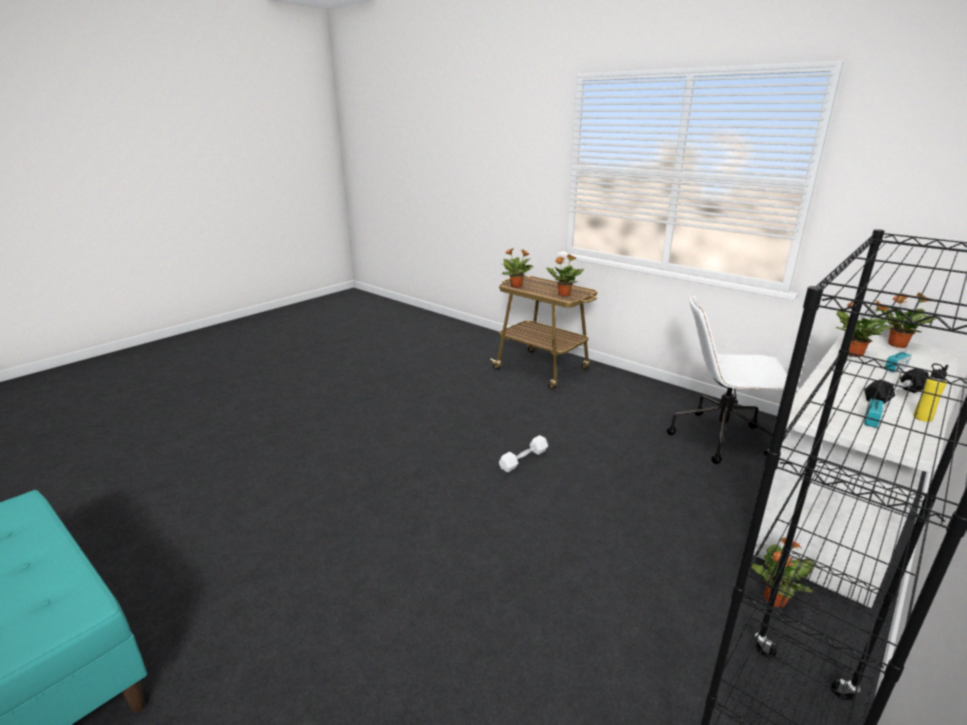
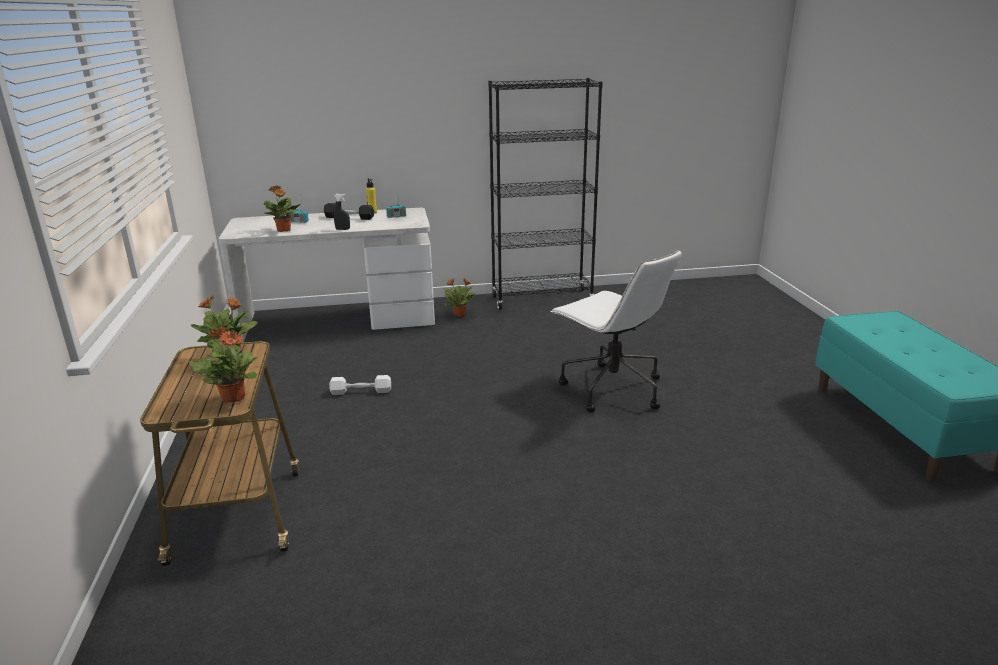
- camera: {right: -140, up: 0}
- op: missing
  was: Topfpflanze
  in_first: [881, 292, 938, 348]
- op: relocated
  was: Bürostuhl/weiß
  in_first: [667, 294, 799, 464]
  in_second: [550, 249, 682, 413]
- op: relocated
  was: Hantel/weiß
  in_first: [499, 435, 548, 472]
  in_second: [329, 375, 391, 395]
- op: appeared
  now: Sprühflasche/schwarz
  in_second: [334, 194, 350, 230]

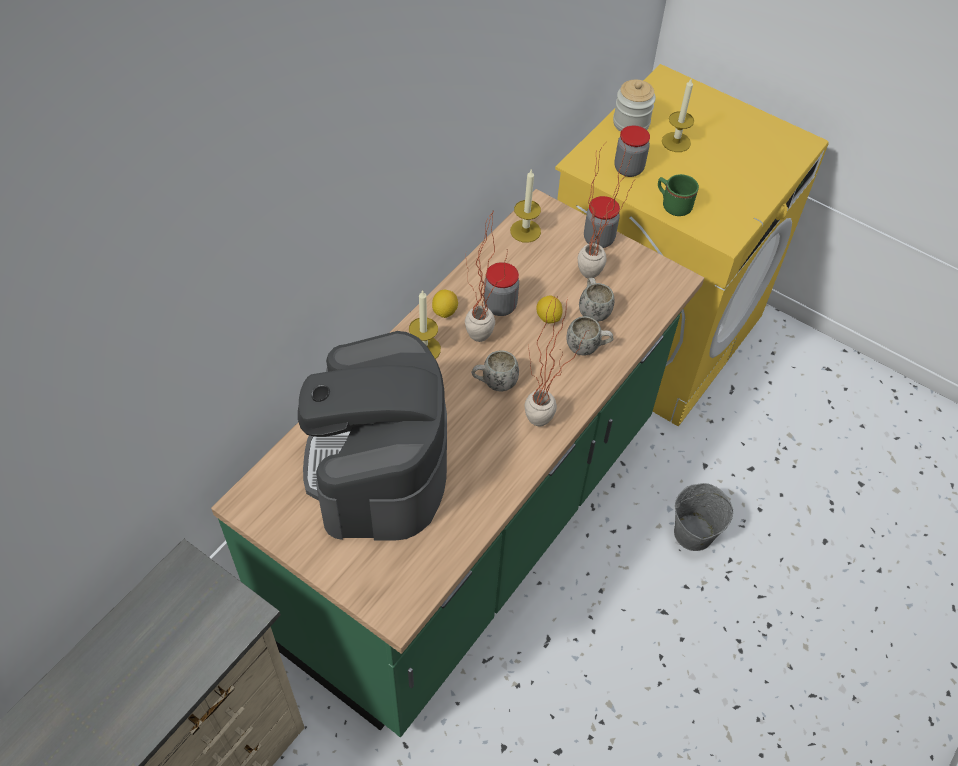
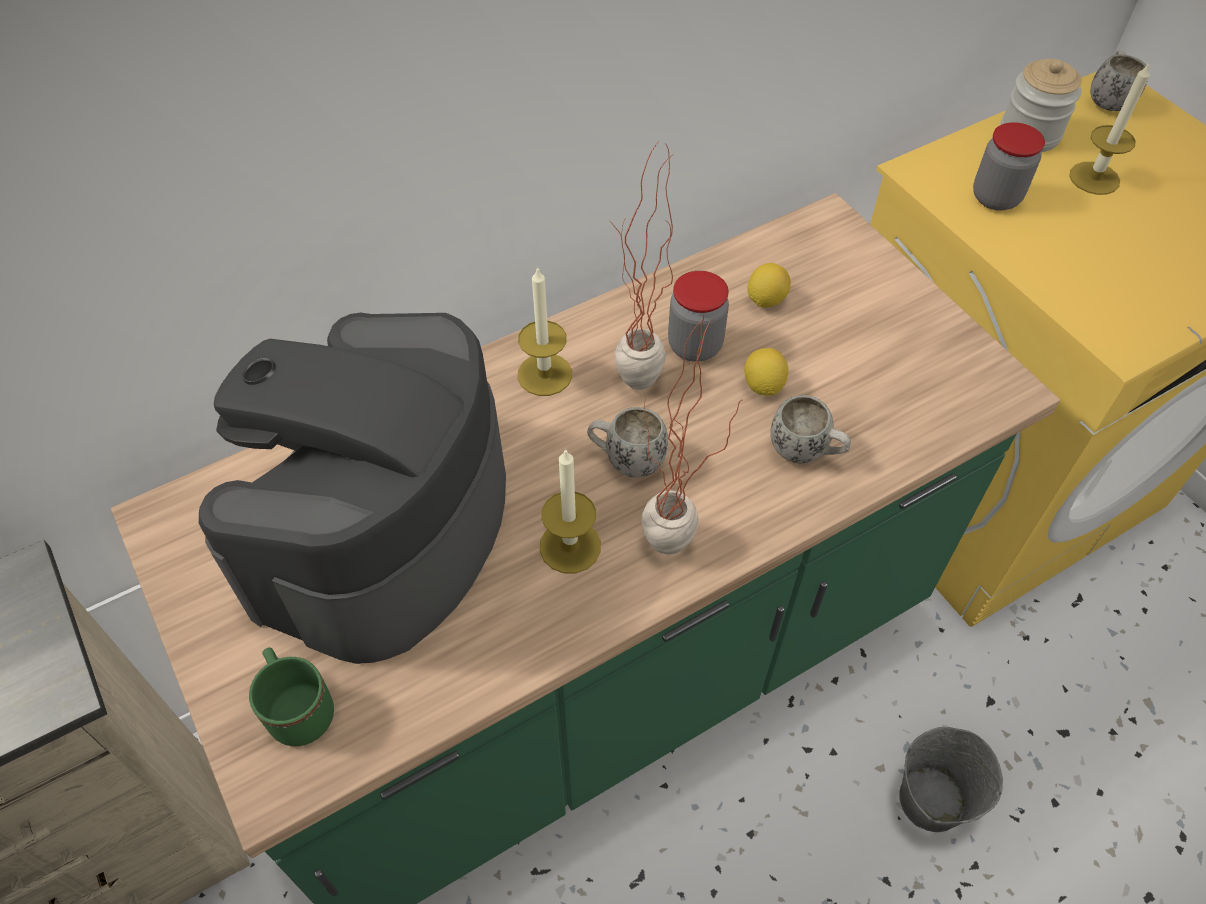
- camera: {right: 25, up: 0}
- op: missing
  was: Topfpflanze
  in_first: [578, 136, 638, 278]
- op: relocated
  was: Kerze
  in_first: [510, 170, 541, 243]
  in_second: [540, 448, 601, 573]
- op: relocated
  was: Henkelbecher/grün
  in_first: [658, 174, 699, 216]
  in_second: [249, 648, 334, 746]
- op: missing
  was: Vorratsglas
  in_first: [584, 196, 620, 248]
- op: relocated
  was: Henkelbecher/weiß
  in_first: [579, 278, 615, 322]
  in_second: [1090, 51, 1147, 111]
- op: relocated
  was: Zitrone
  in_first: [432, 290, 458, 318]
  in_second: [747, 263, 791, 308]

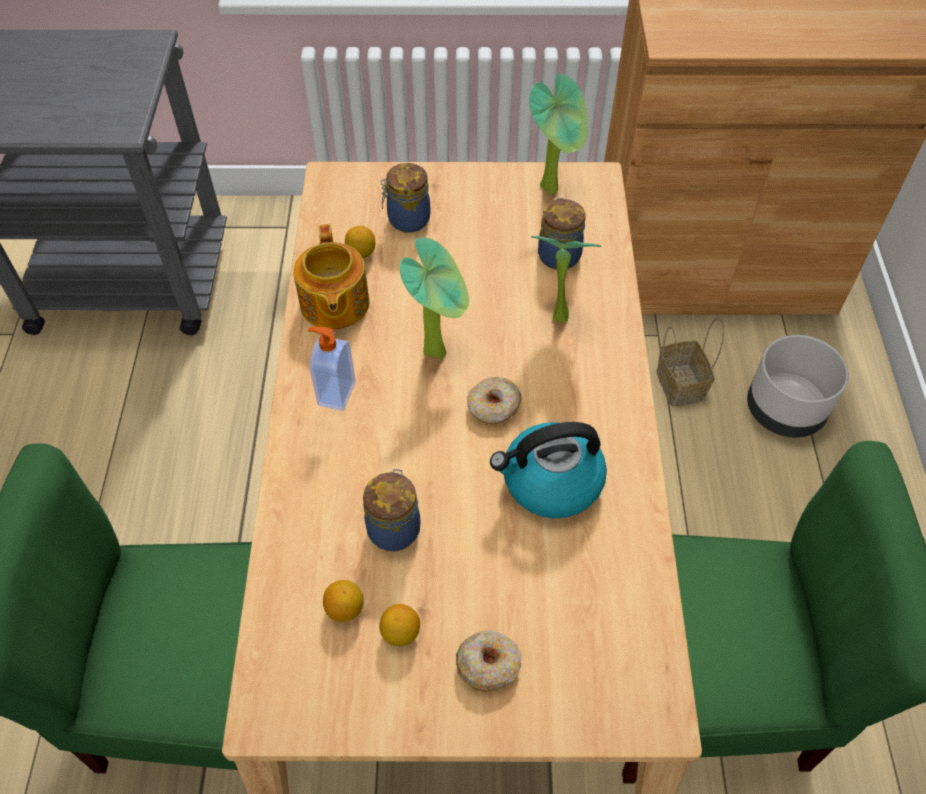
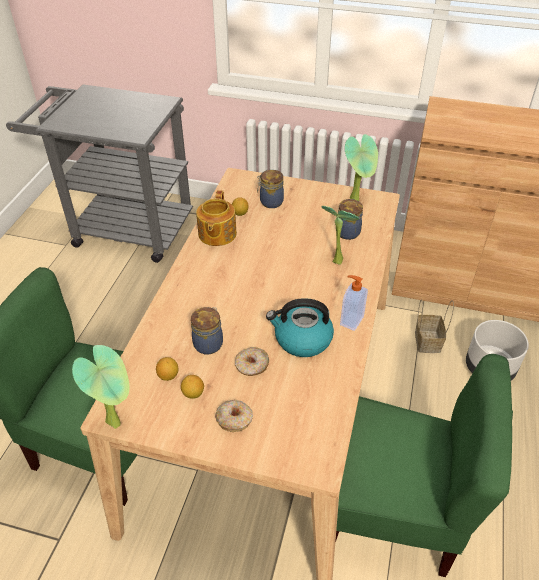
- camera: {right: 15, up: -10}
- op: relocated
  was: Topfpflanze
  in_first: [399, 237, 469, 359]
  in_second: [72, 345, 129, 429]
- op: relocated
  was: Seifenspender
  in_first: [308, 326, 356, 411]
  in_second: [340, 275, 368, 331]
- op: relocated
  was: Donut
  in_first: [467, 377, 521, 424]
  in_second: [235, 347, 269, 376]

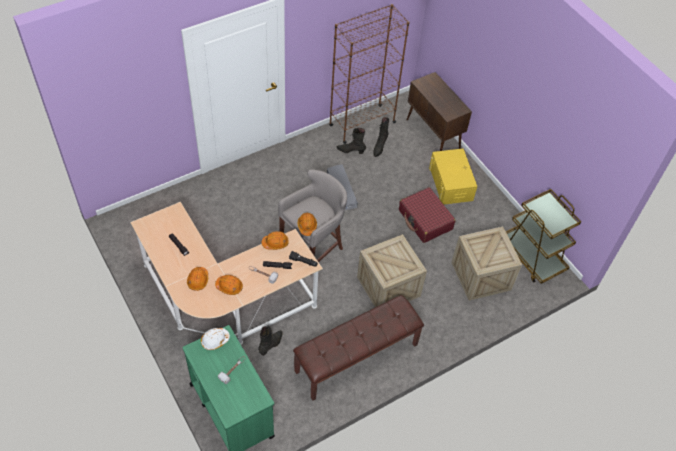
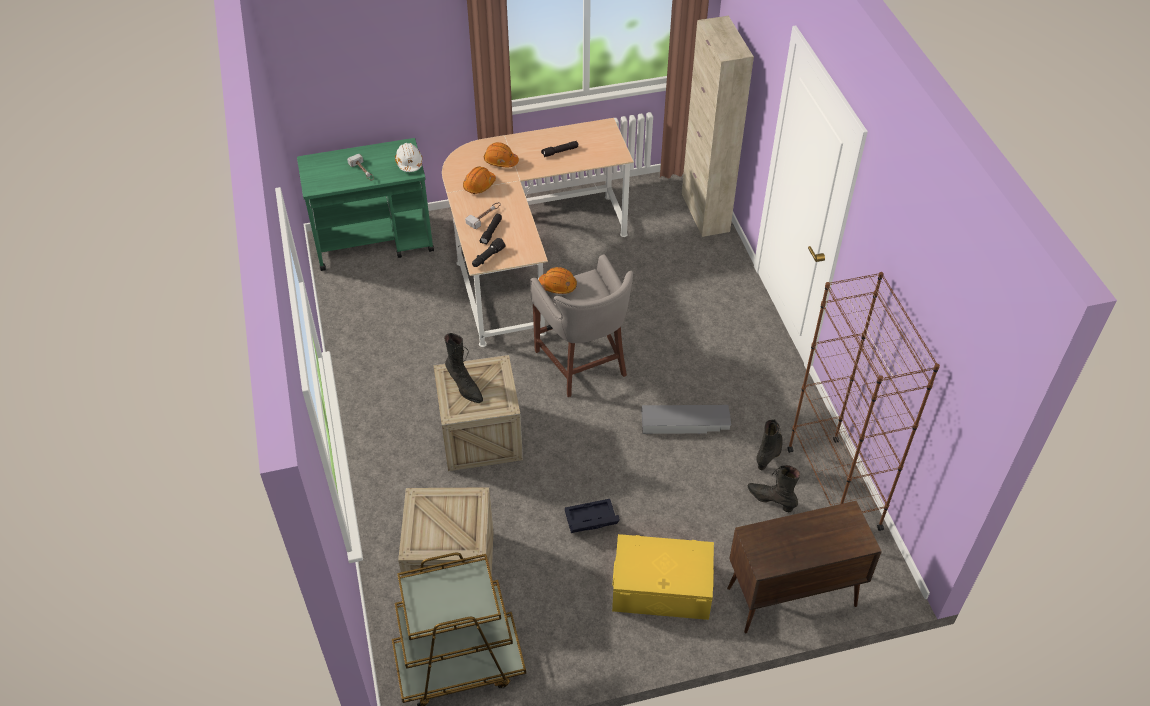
- camera: {right: 110, up: -5}
- op: exchanged
  was: Koffer/rot
  now: Aufbewahrungsbox/schwarz
  in_first: [399, 187, 456, 243]
  in_second: [565, 499, 620, 533]
- op: missing
  was: Schutzhelm/orange
  in_first: [262, 231, 289, 250]
- op: missing
  was: Bank/braun
  in_first: [293, 295, 424, 401]
- op: relocated
  was: Stiefel/schwarz
  in_first: [258, 325, 283, 356]
  in_second: [444, 333, 483, 403]
- op: appeared
  now: Schrank/beige
  in_second: [682, 16, 754, 237]

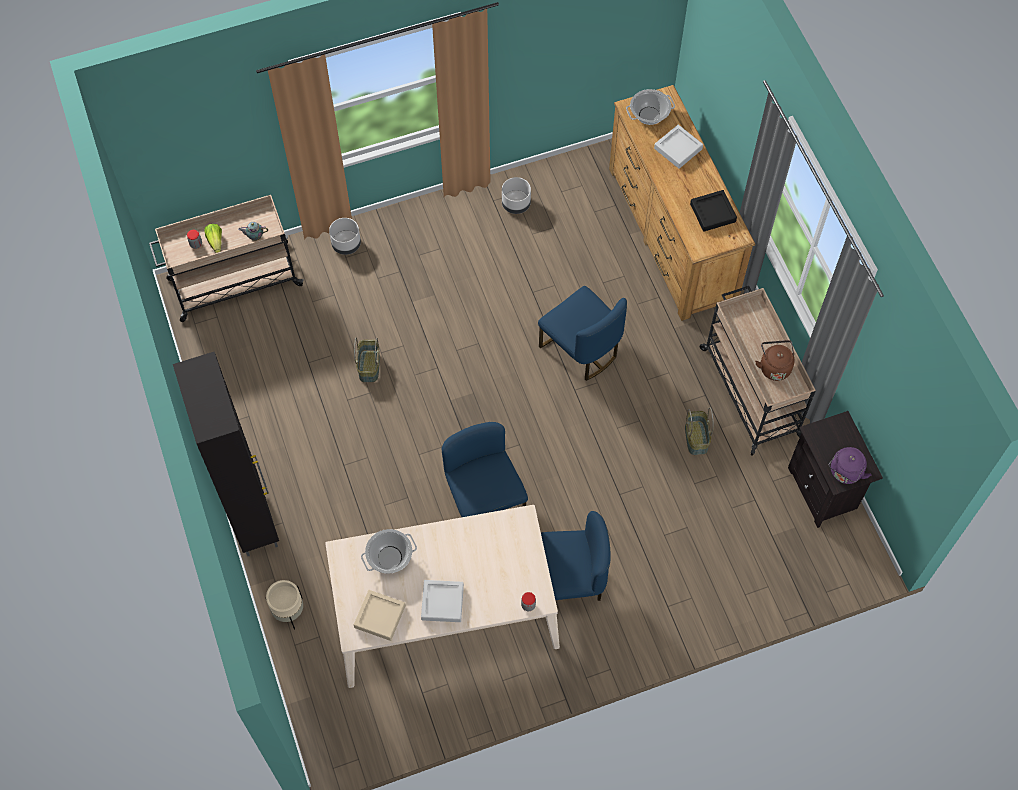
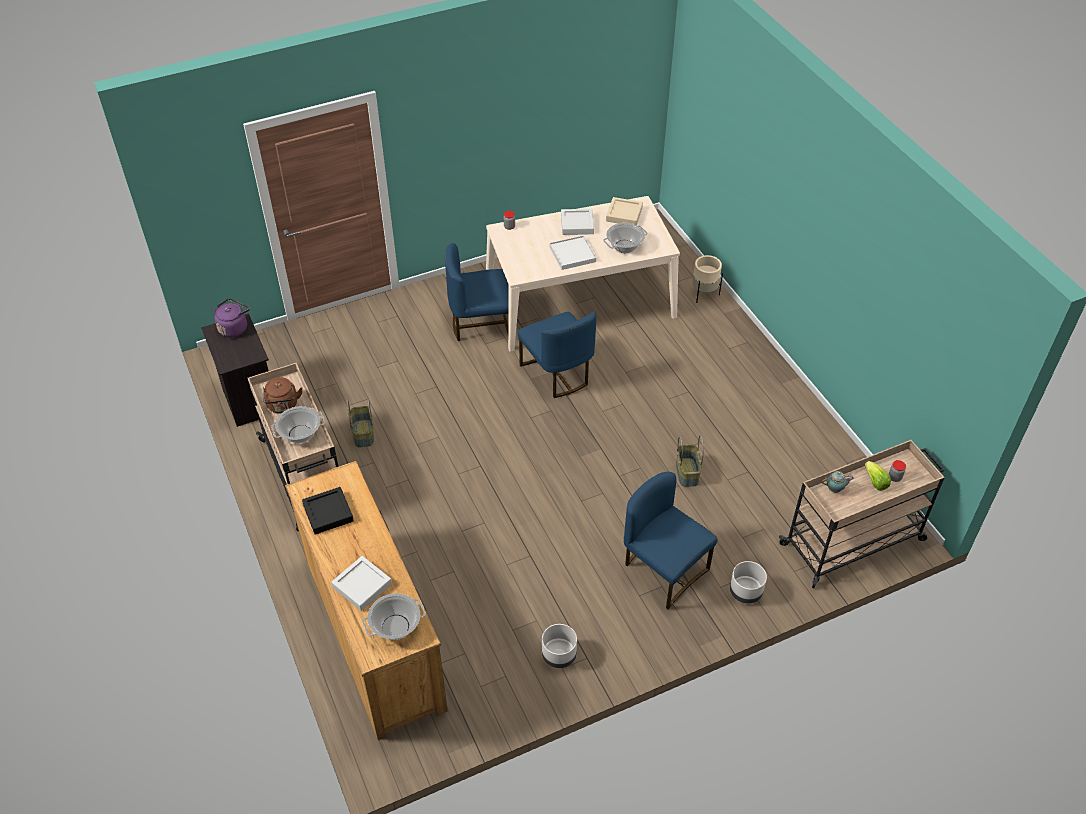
- camera: {right: 175, up: -15}
- op: relocated
  was: Stuhl/blau
  in_first: [538, 286, 627, 381]
  in_second: [624, 472, 717, 609]
- op: missing
  was: Schrank/schwarz
  in_first: [173, 352, 279, 556]
- op: appeared
  now: Tablett/weiß
  in_second: [550, 235, 596, 270]
- op: appeared
  now: Kochtopf
  in_second: [271, 406, 325, 443]

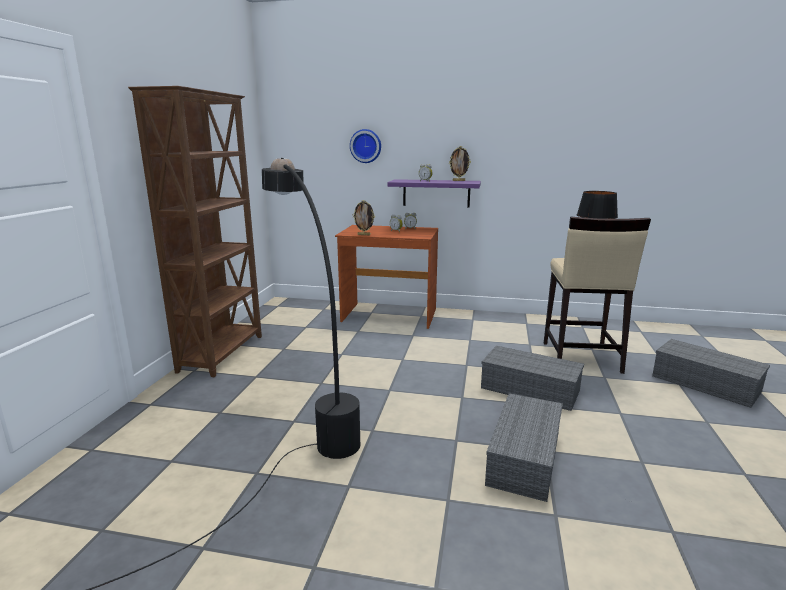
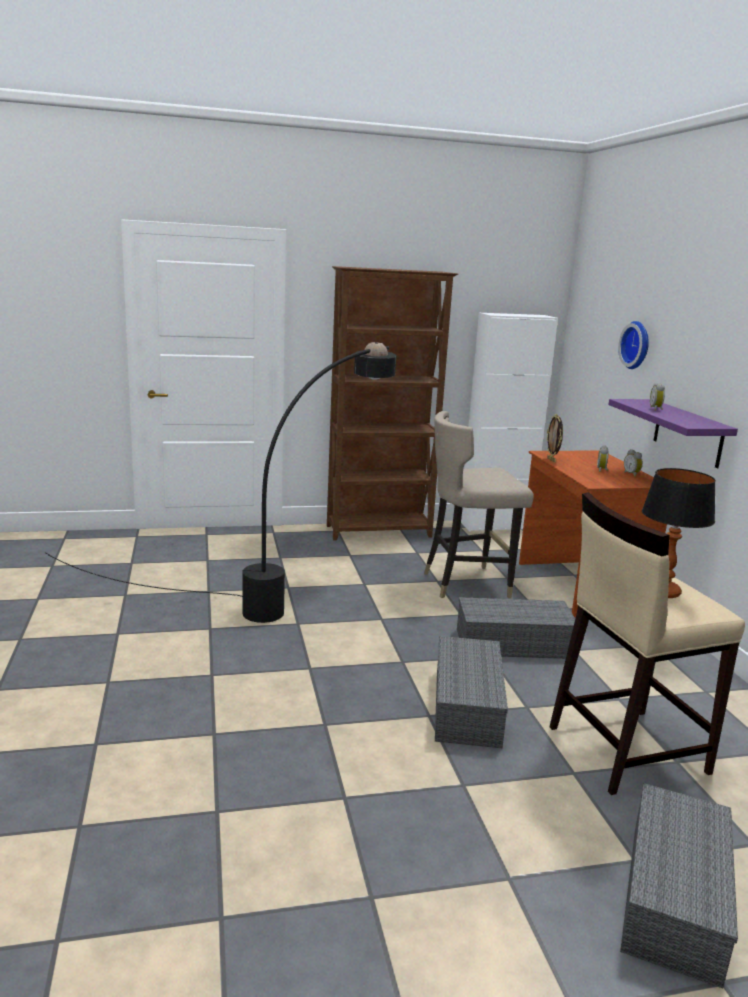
- camera: {right: 65, up: 0}
- op: missing
  was: Bilderrahmen
  in_first: [449, 146, 471, 181]
- op: relocated
  was: Aufbewahrungsbox/grau
  in_first: [485, 393, 563, 502]
  in_second: [457, 597, 575, 659]
- op: appeared
  now: Schrank/weiß
  in_second: [461, 313, 558, 532]
- op: appeared
  now: Hocker/beige
  in_second: [424, 411, 533, 598]

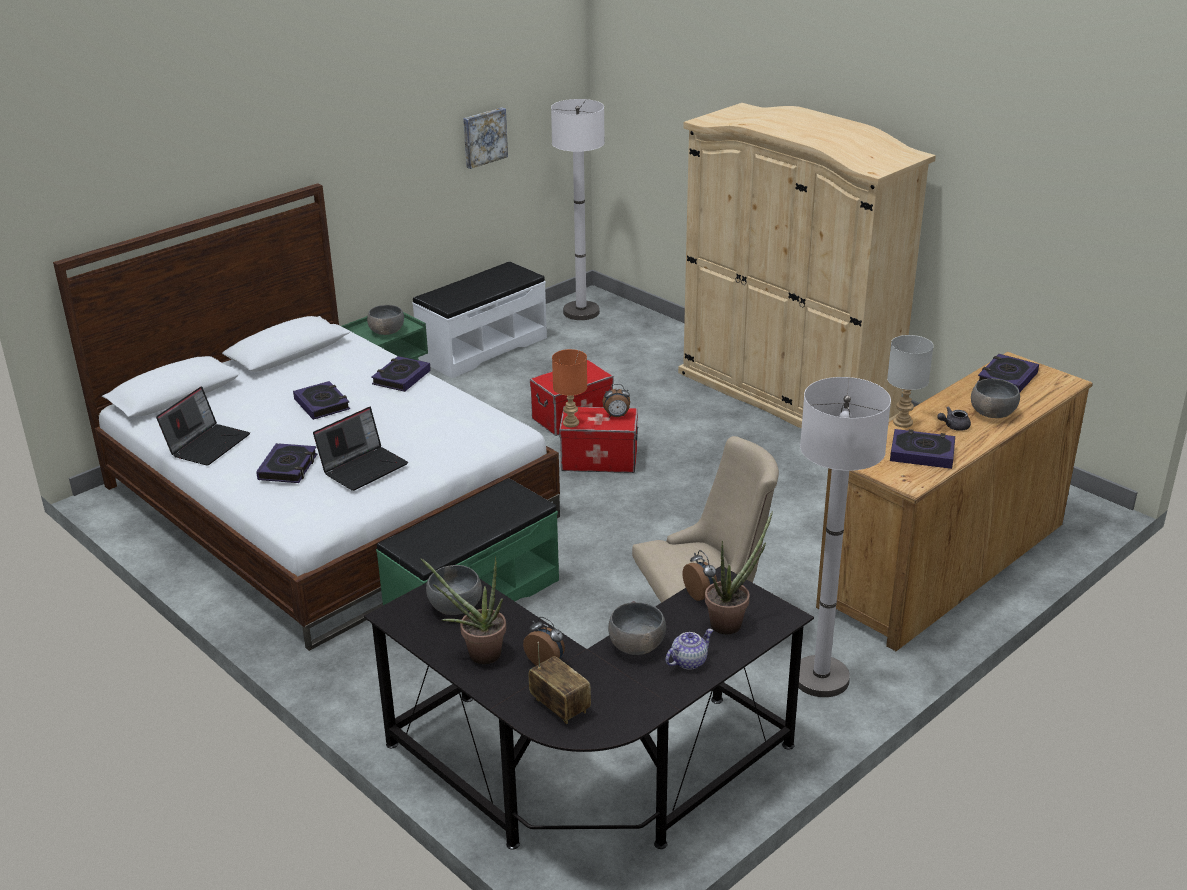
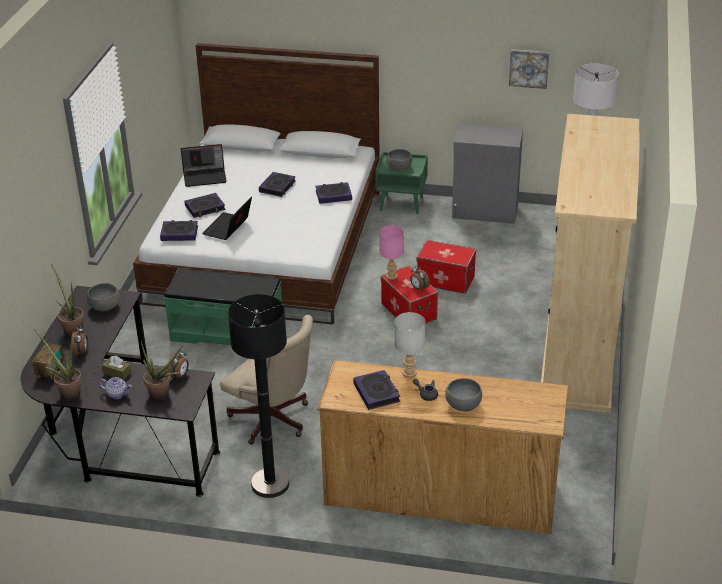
- camera: {right: 55, up: 5}
- op: exchanged
  was: Bank/weiß
  now: Schrank/grau
  in_first: [412, 262, 547, 378]
  in_second: [452, 124, 523, 224]
- op: colour
  was: Tischlampe/orange
  now: Tischlampe/rosa
  in_first: [552, 349, 587, 427]
  in_second: [379, 226, 404, 280]
- op: relocated
  was: Buch
  in_first: [977, 354, 1039, 392]
  in_second: [160, 220, 198, 241]
- op: colour
  was: Stehlampe/weiß
  now: Stehlampe/schwarz
  in_first: [798, 377, 891, 697]
  in_second: [228, 294, 289, 498]
- op: spun
  was: Laptop
  in_first: [313, 407, 408, 491]
  in_second: [202, 197, 252, 240]
  clockwise: 105
- op: exchanged
  was: Schüssel/grau
  now: Taschentuchbox/braun
  in_first: [608, 602, 666, 655]
  in_second: [102, 356, 131, 380]
- op: appeared
  now: Topfpflanze
  in_second: [34, 329, 82, 401]

